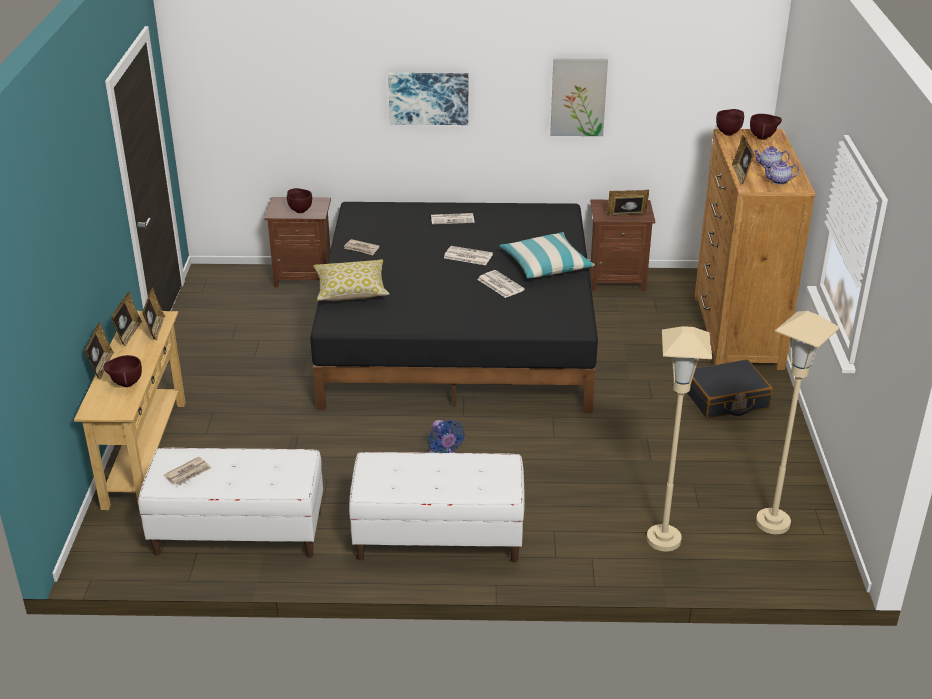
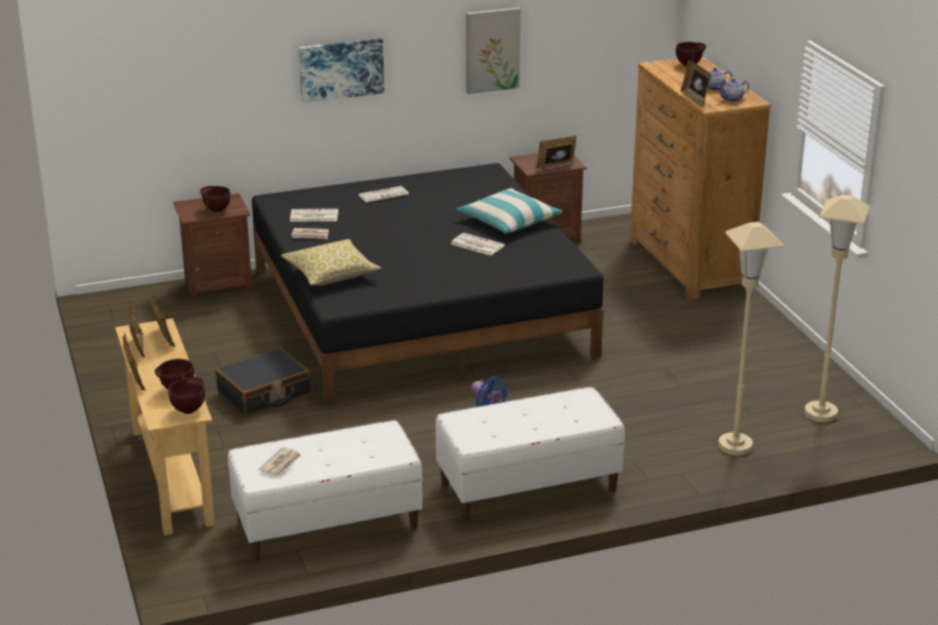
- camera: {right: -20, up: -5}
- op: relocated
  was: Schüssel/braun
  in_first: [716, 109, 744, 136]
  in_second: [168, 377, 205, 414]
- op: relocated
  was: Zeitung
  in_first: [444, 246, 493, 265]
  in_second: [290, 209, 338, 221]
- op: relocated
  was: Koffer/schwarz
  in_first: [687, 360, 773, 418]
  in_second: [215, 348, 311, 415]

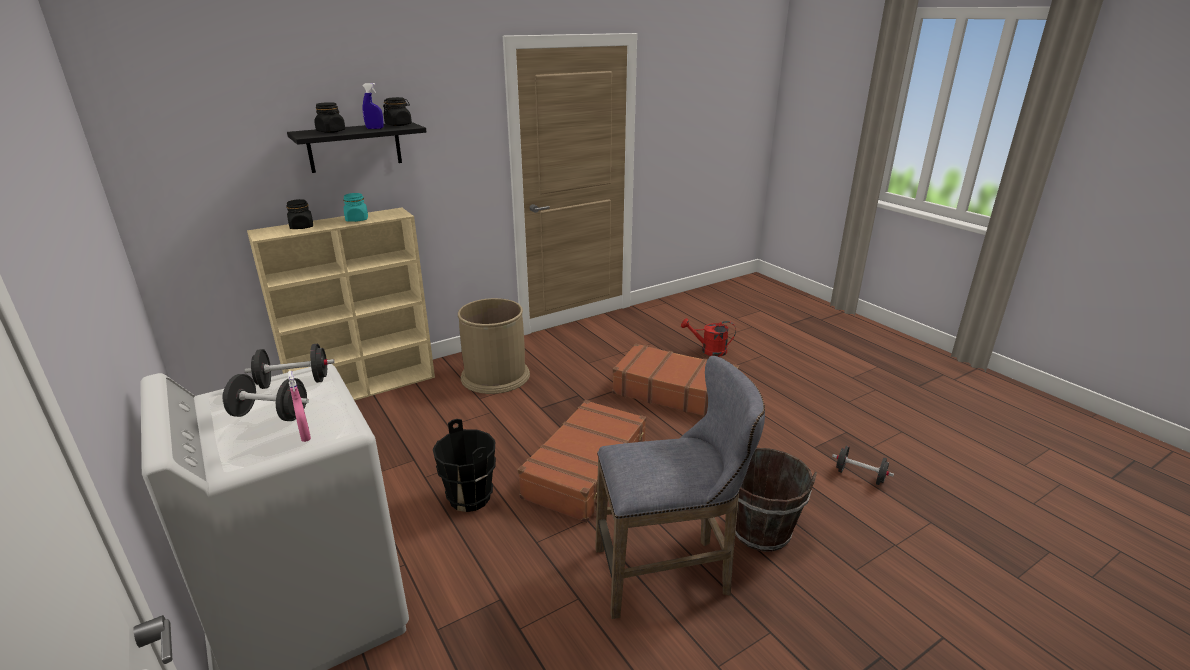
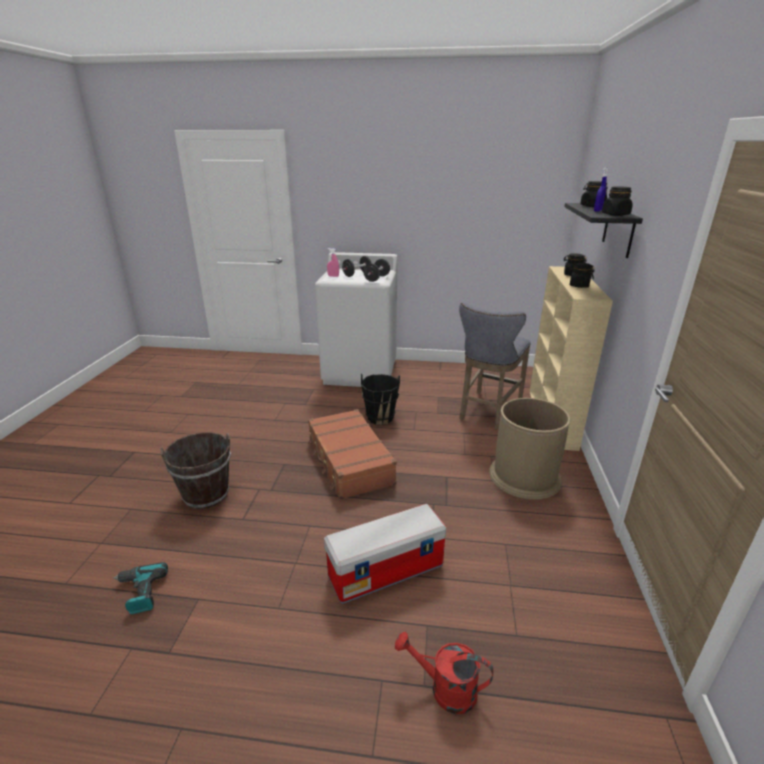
- camera: {right: 130, up: 0}
- op: colour
  was: Vorratsglas/türkis
  now: Vorratsglas/schwarz
  in_first: [343, 193, 368, 222]
  in_second: [569, 263, 595, 288]
- op: spun
  was: Gießkanne/rot
  in_first: [681, 319, 736, 357]
  in_second: [395, 632, 493, 714]
  clockwise: -120
- op: exchanged
  was: Koffer/braun
  now: Aufbewahrungsbox
  in_first: [612, 343, 739, 416]
  in_second: [324, 504, 446, 604]
- op: relocated
  was: Hocker/grau
  in_first: [595, 356, 765, 619]
  in_second: [459, 302, 531, 430]
- op: exchanged
  was: Hantel/schwarz
  now: Bohrmaschine
  in_first: [832, 446, 894, 485]
  in_second: [113, 562, 168, 614]

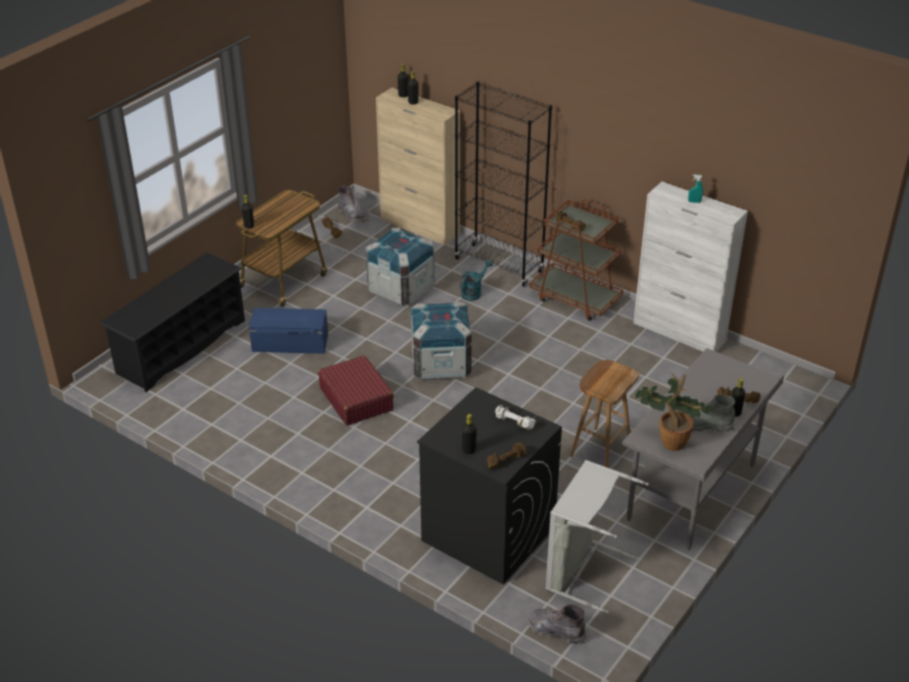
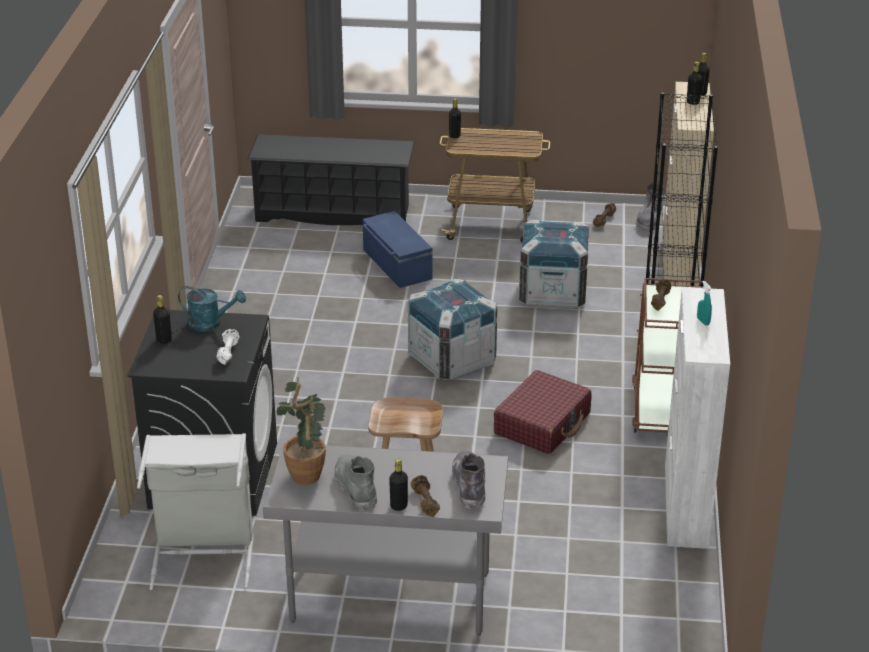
- camera: {right: 60, up: -5}
- op: relocated
  was: Gießkanne/türkis
  in_first: [460, 260, 493, 301]
  in_second: [178, 286, 246, 332]
- op: relocated
  was: Koffer/rot
  in_first: [318, 355, 394, 425]
  in_second: [494, 370, 592, 454]
- op: missing
  was: Hantel/braun
  in_first: [487, 443, 527, 469]
- op: relocated
  was: Stiefel/grau
  in_first: [528, 604, 586, 644]
  in_second: [452, 450, 486, 509]

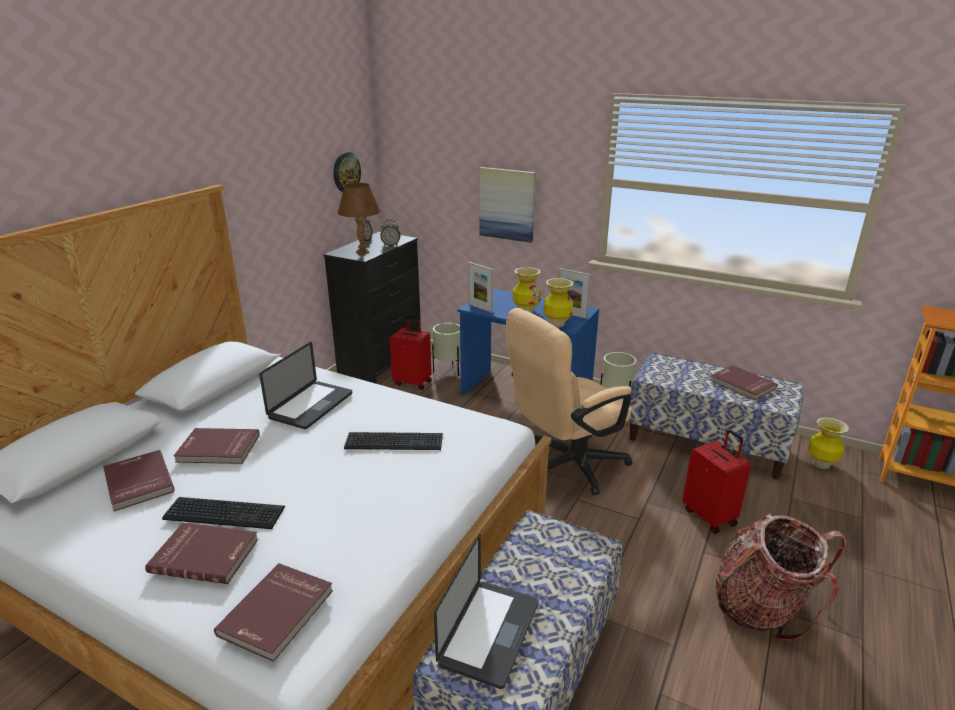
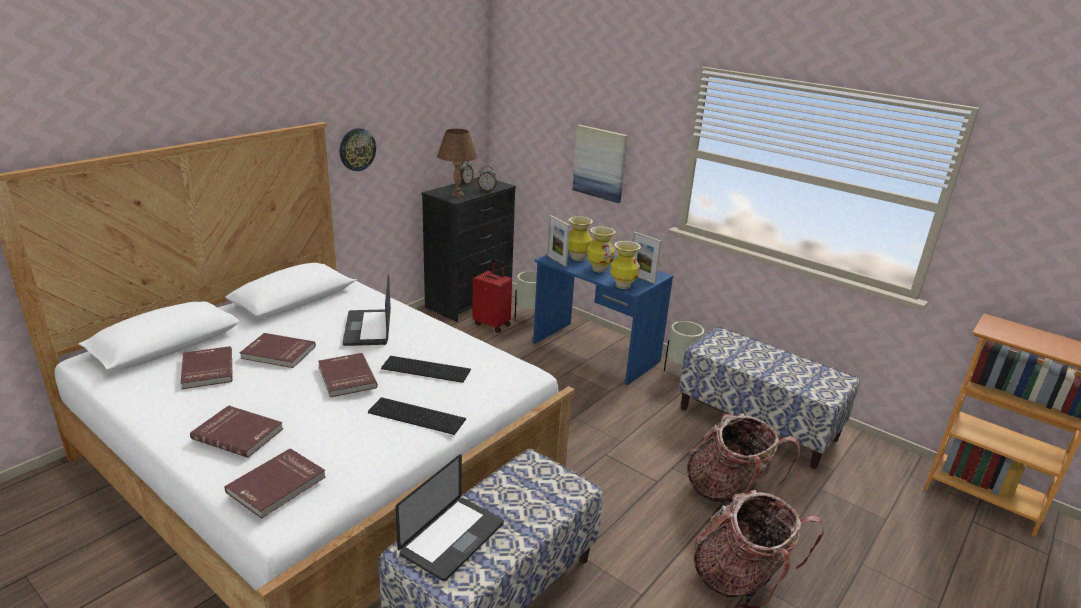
- camera: {right: 10, up: 0}
- op: relocated
  was: Wanduhr
  in_first: [333, 152, 361, 192]
  in_second: [340, 128, 376, 171]
- op: missing
  was: Bürostuhl/beige
  in_first: [506, 308, 632, 495]
- op: spun
  was: Laptop
  in_first: [259, 342, 352, 429]
  in_second: [343, 274, 391, 346]
  clockwise: 135
- op: relocated
  was: Buch/rot
  in_first: [710, 365, 777, 400]
  in_second: [318, 353, 378, 398]
- op: relocated
  was: Vase
  in_first: [808, 417, 849, 469]
  in_second: [568, 216, 593, 261]
- op: exchanged
  was: Koffer/rot
  now: Rucksack
  in_first: [683, 429, 751, 534]
  in_second: [687, 413, 800, 505]
- op: relocated
  was: Tastatur
  in_first: [162, 497, 285, 529]
  in_second: [368, 397, 466, 435]

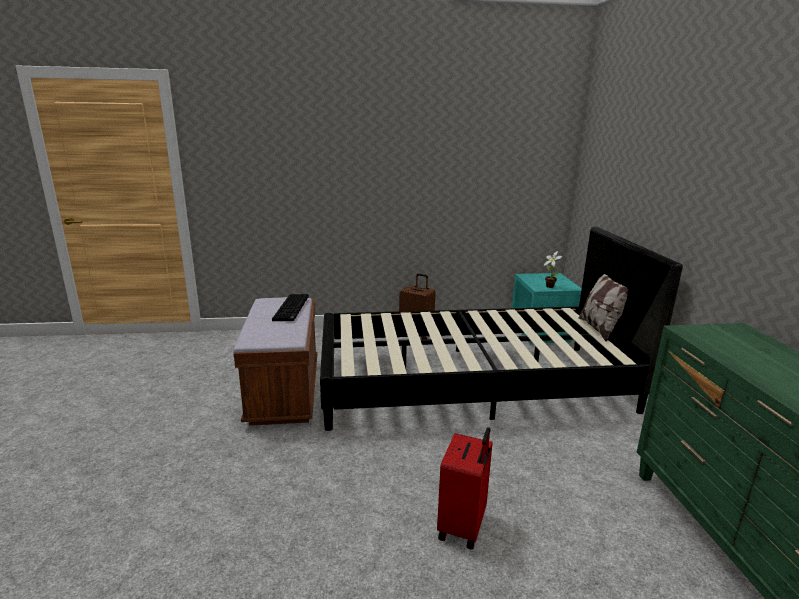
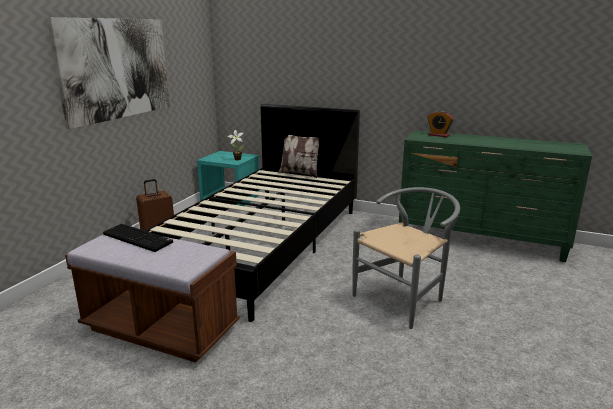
- camera: {right: -60, up: 0}
- op: exchanged
  was: Koffer/rot
  now: Stuhl/grau
  in_first: [437, 427, 493, 550]
  in_second: [352, 187, 460, 329]
- op: appeared
  now: Bild
  in_second: [47, 17, 170, 129]
- op: appeared
  now: Wecker
  in_second: [428, 110, 454, 137]

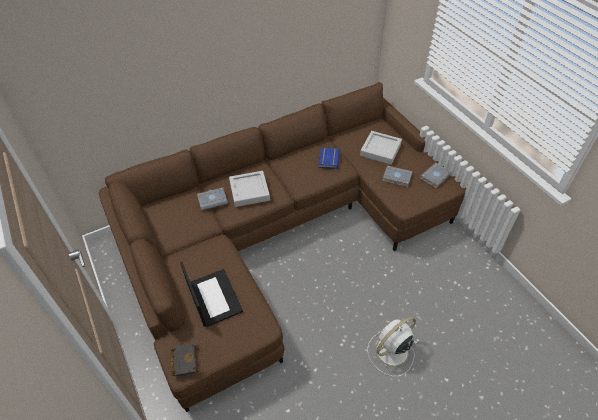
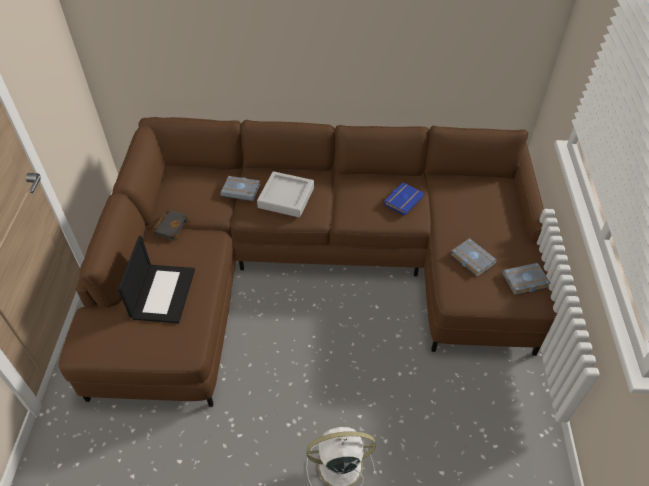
- camera: {right: 30, up: 0}
- op: missing
  was: Tablett/grau
  in_first: [360, 131, 402, 165]
- op: relocated
  was: Buch/schwarz
  in_first: [170, 343, 200, 377]
  in_second: [152, 210, 191, 240]

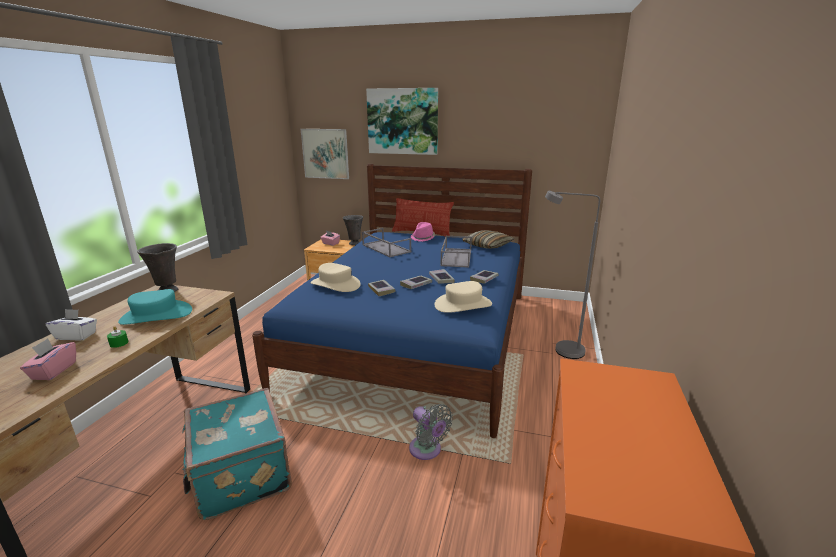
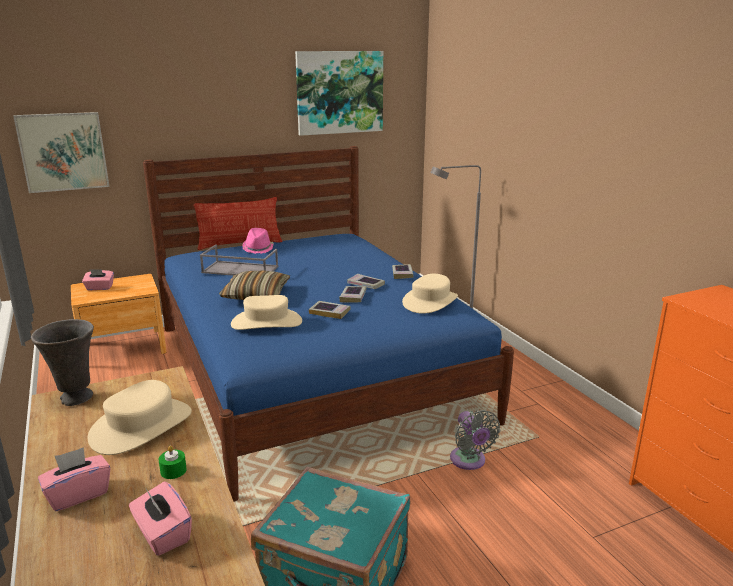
- camera: {right: -40, up: 0}
- op: relocated
  was: Bild
  in_first: [366, 88, 438, 155]
  in_second: [295, 51, 383, 136]
- op: missing
  was: Vase/grau
  in_first: [343, 215, 363, 245]
- op: relocated
  was: Kissen
  in_first: [462, 230, 514, 249]
  in_second: [219, 271, 290, 300]
- op: missing
  was: Tablett/grau
  in_first: [440, 236, 472, 268]
- op: colour
  was: Hut/türkis
  now: Hut/beige
  in_first: [118, 289, 192, 325]
  in_second: [88, 380, 192, 455]
- op: colour
  was: Taschentuchbox/weiß
  now: Taschentuchbox/rosa
  in_first: [46, 309, 97, 341]
  in_second: [38, 447, 111, 511]
- op: spun
  was: Ventilator/grau
  in_first: [409, 404, 453, 460]
  in_second: [450, 410, 500, 470]
  clockwise: 60

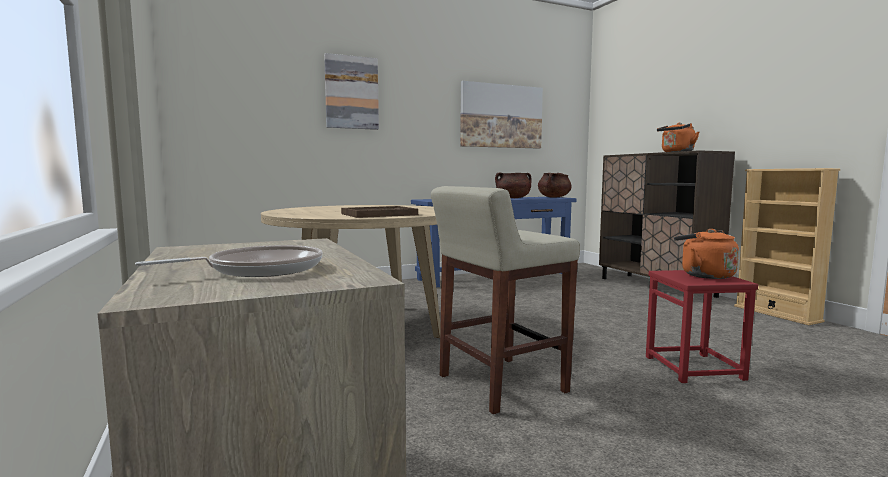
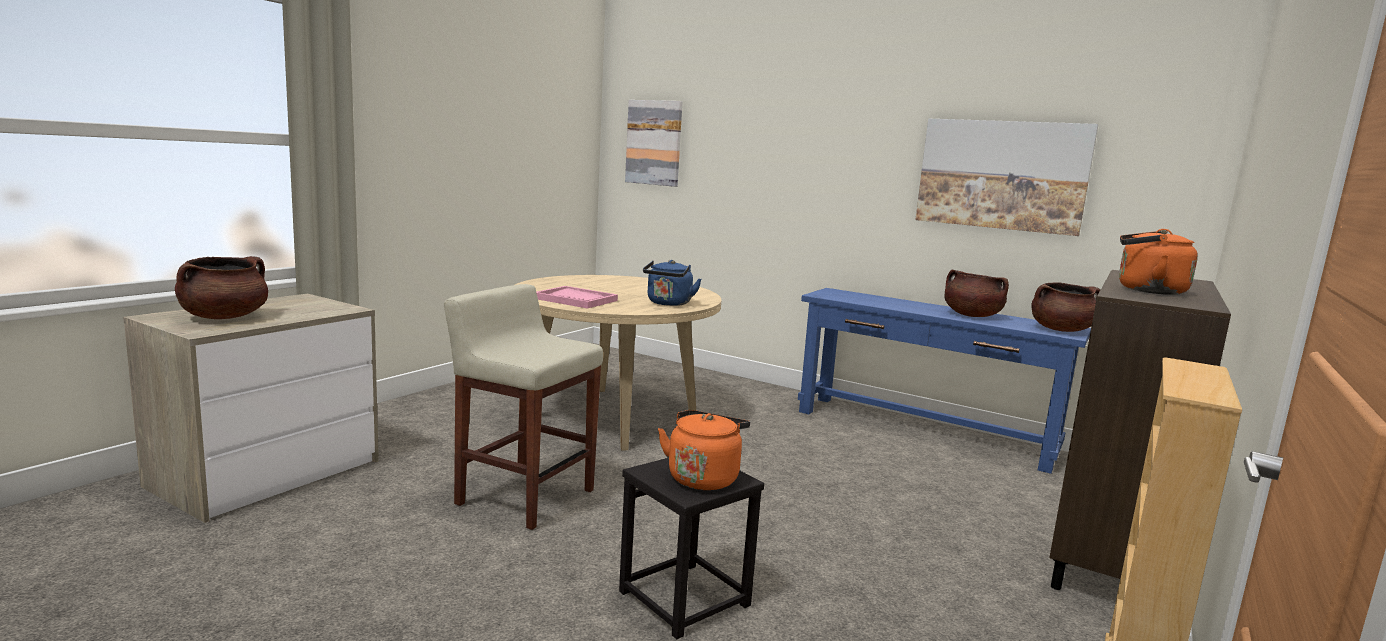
- camera: {right: 55, up: 5}
- op: relocated
  was: Bild
  in_first: [324, 53, 379, 130]
  in_second: [625, 100, 682, 187]
- op: colour
  was: Tablett/braun
  now: Tablett/rosa
  in_first: [341, 206, 418, 218]
  in_second: [536, 286, 618, 309]
- op: exchanged
  was: Pfanne
  now: Kochtopf/braun
  in_first: [135, 245, 323, 277]
  in_second: [175, 256, 268, 319]
- op: colour
  was: Hocker/rot
  now: Hocker/schwarz
  in_first: [646, 270, 758, 383]
  in_second: [619, 458, 764, 639]
- op: appeared
  now: Wasserkessel/blau
  in_second: [643, 260, 702, 306]

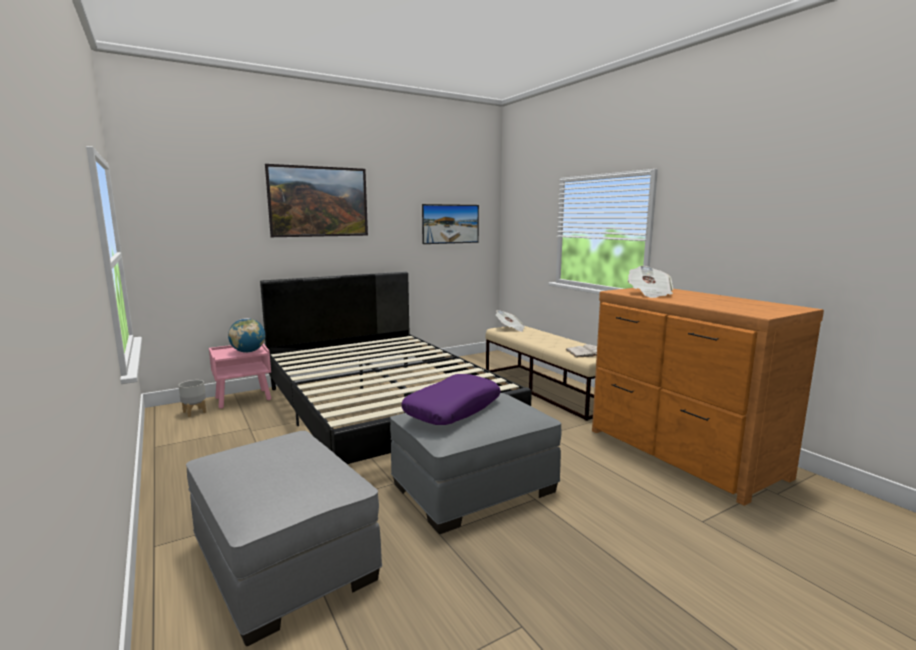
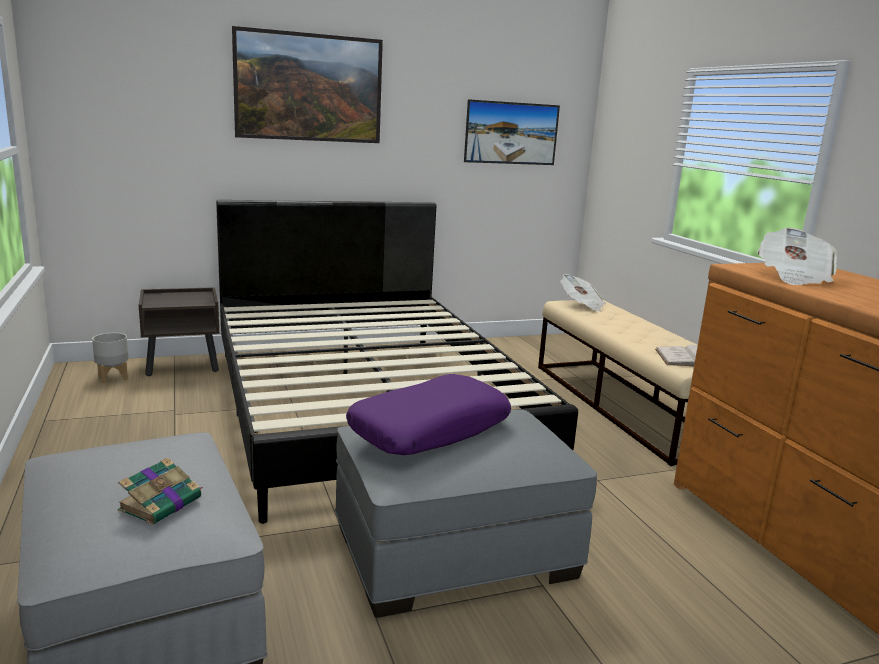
- camera: {right: 10, up: 5}
- op: missing
  was: Globus
  in_first: [228, 318, 265, 353]
- op: colour
  was: Nachttisch/rosa
  now: Nachttisch/braun
  in_first: [209, 343, 271, 409]
  in_second: [139, 287, 219, 376]
- op: appeared
  now: Buch
  in_second: [118, 457, 203, 525]

